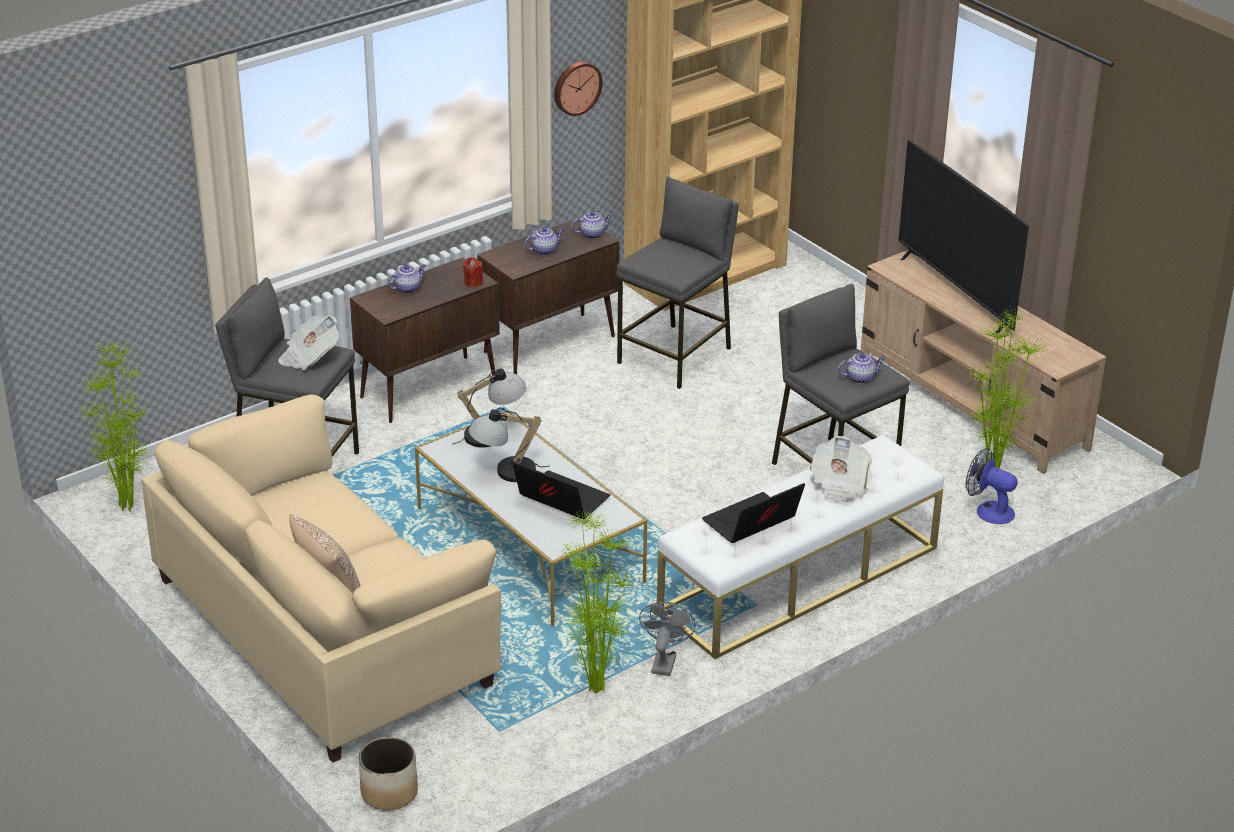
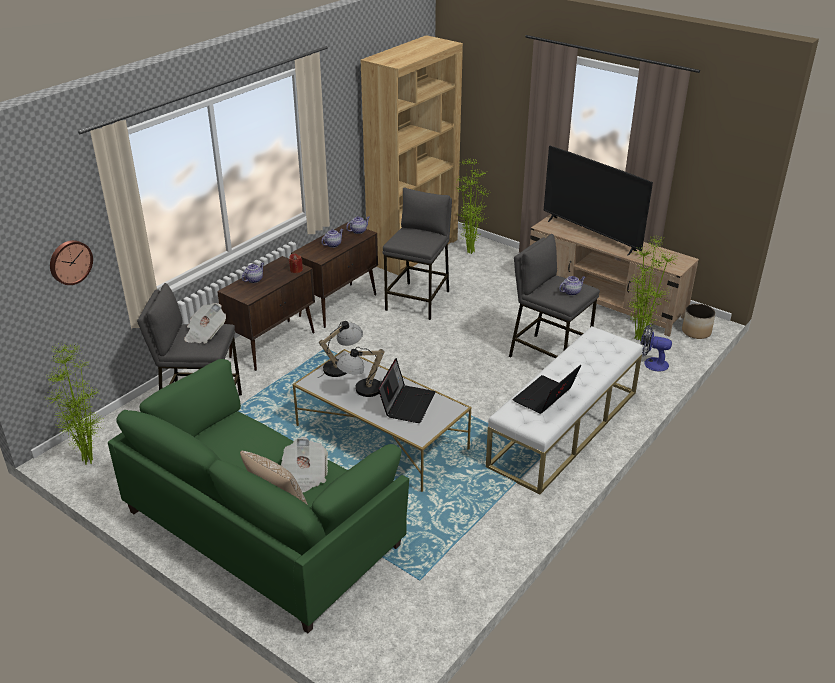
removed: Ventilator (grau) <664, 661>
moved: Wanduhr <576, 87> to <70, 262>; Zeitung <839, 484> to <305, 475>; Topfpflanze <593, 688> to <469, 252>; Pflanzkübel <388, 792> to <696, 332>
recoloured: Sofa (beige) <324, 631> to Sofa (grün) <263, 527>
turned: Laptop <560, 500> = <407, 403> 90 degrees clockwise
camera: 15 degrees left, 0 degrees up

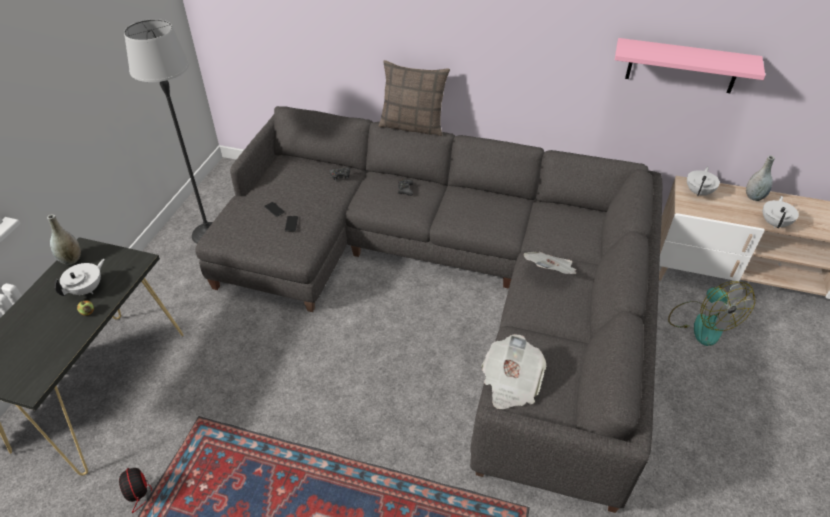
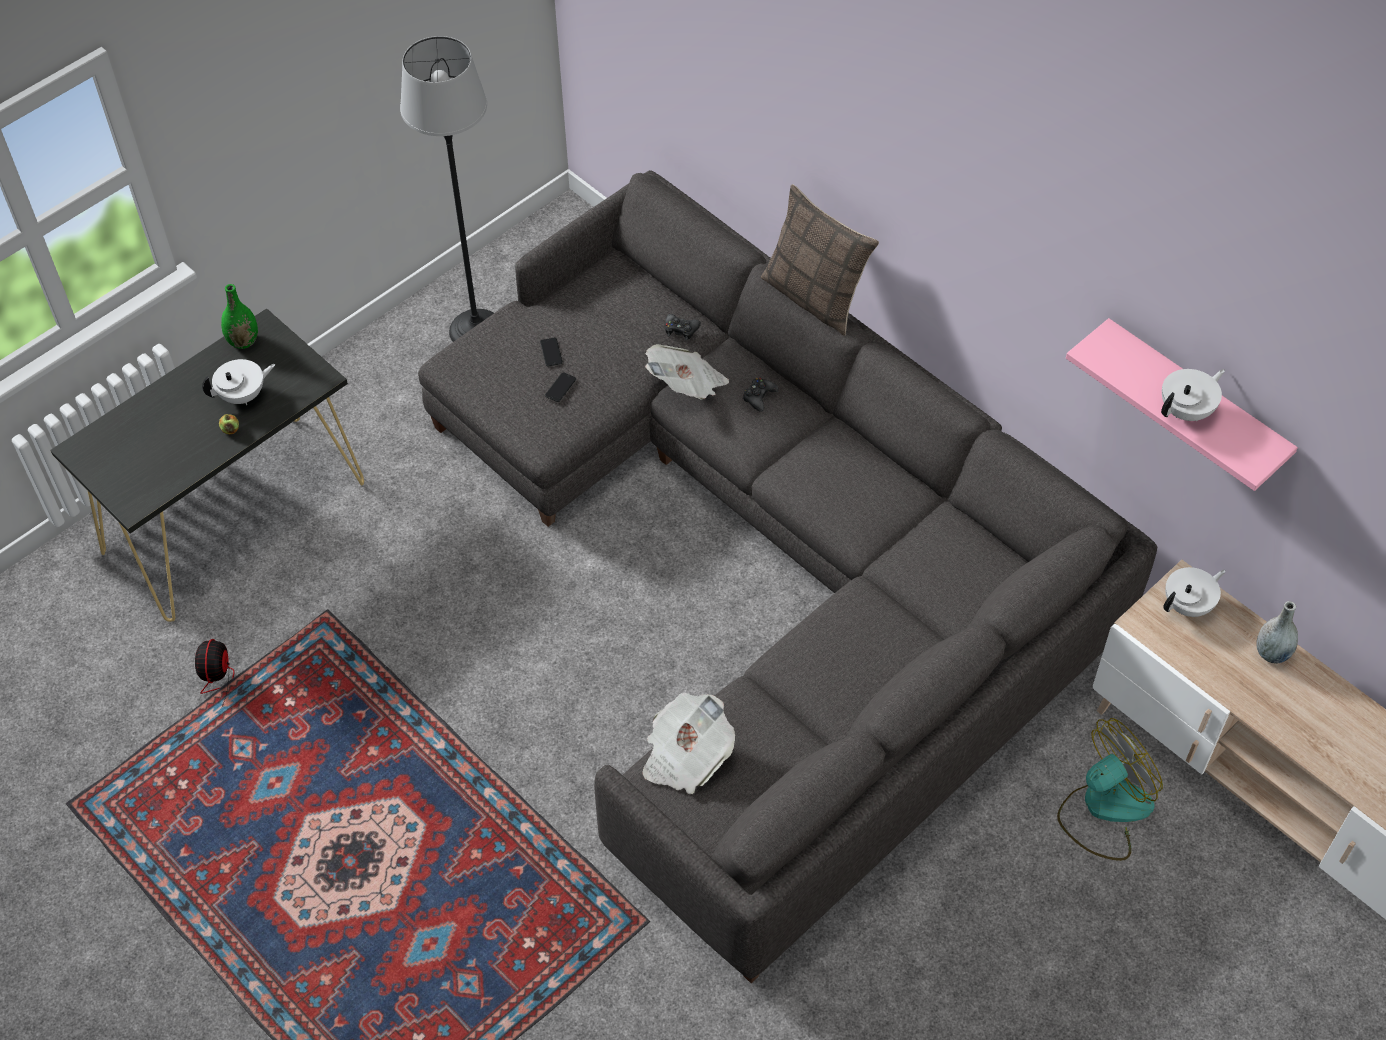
moved: Zeitung <550, 272> to <687, 385>; Teekanne (weiß) <774, 223> to <1187, 410>
recoloured: Vase (grau) <71, 259> to Vase (grün) <243, 341>
turned: Ventilator <702, 323> = <1104, 809> 135 degrees counterclockwise
camera: 30 degrees right, 10 degrees up

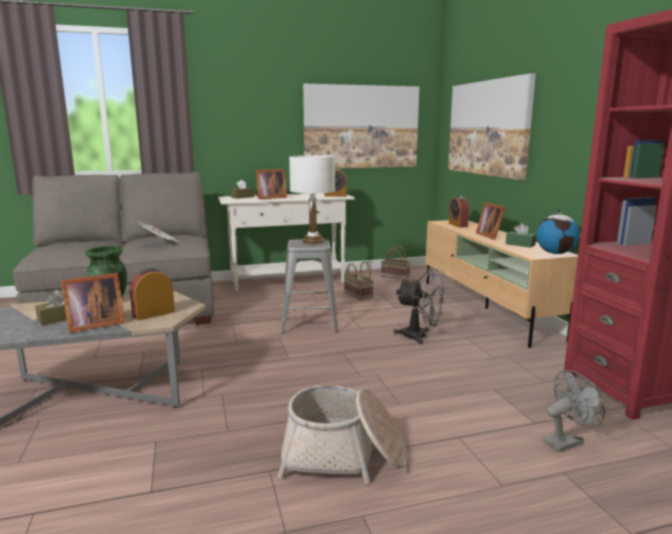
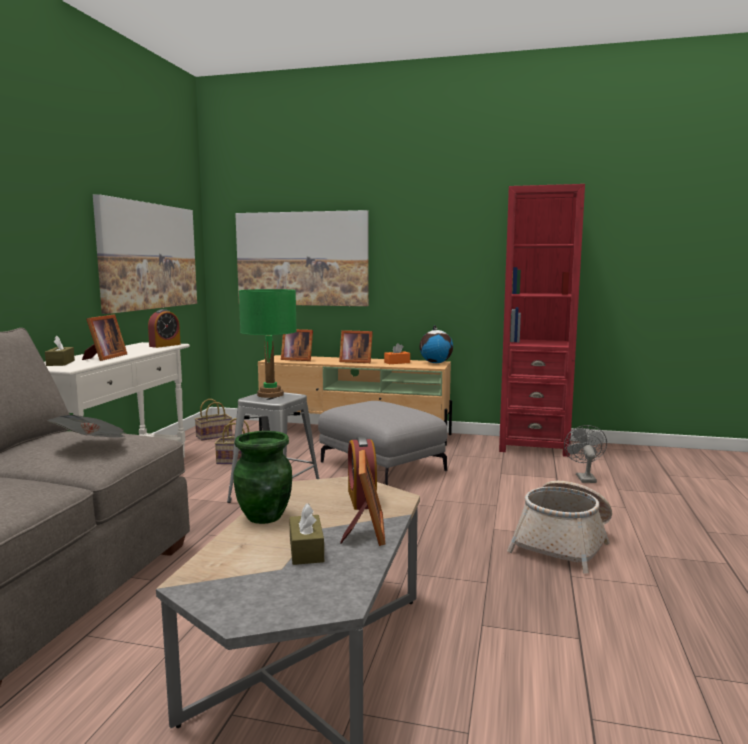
replaced: Wecker <458, 225> to Bilderrahmen <296, 359>; Ventilator (grau) <420, 336> to Polsterhocker (grau) <380, 467>
recoloured: Tischlampe (weiß) <313, 241> to Tischlampe (grün) <270, 395>; Taschentuchbox (grün) <520, 244> to Taschentuchbox (orange) <397, 362>
camera: 60 degrees left, 5 degrees down

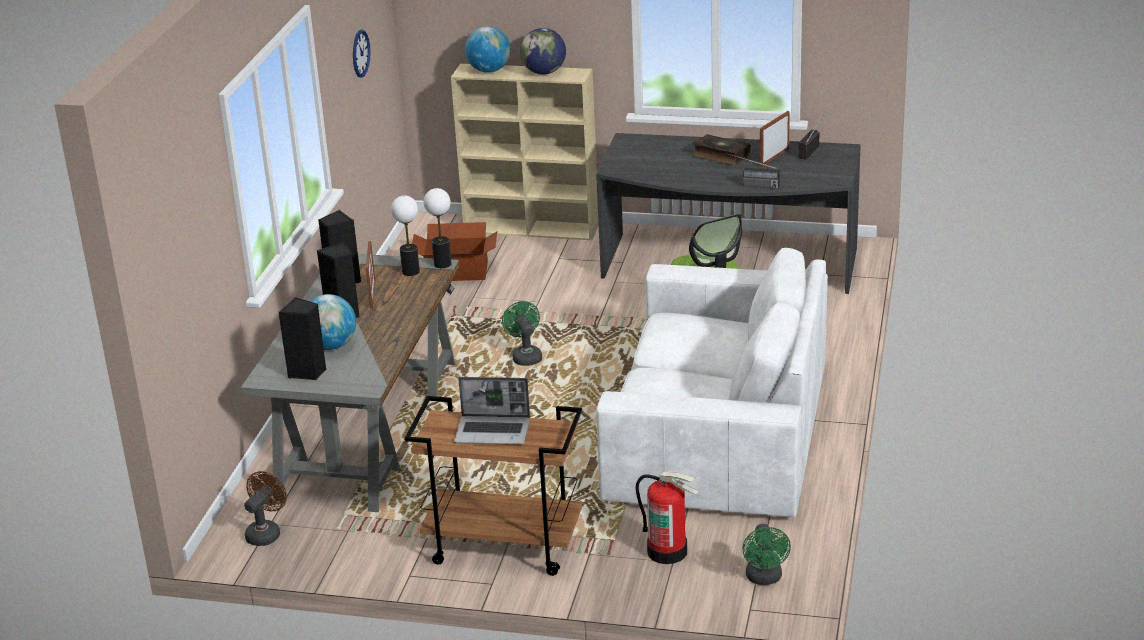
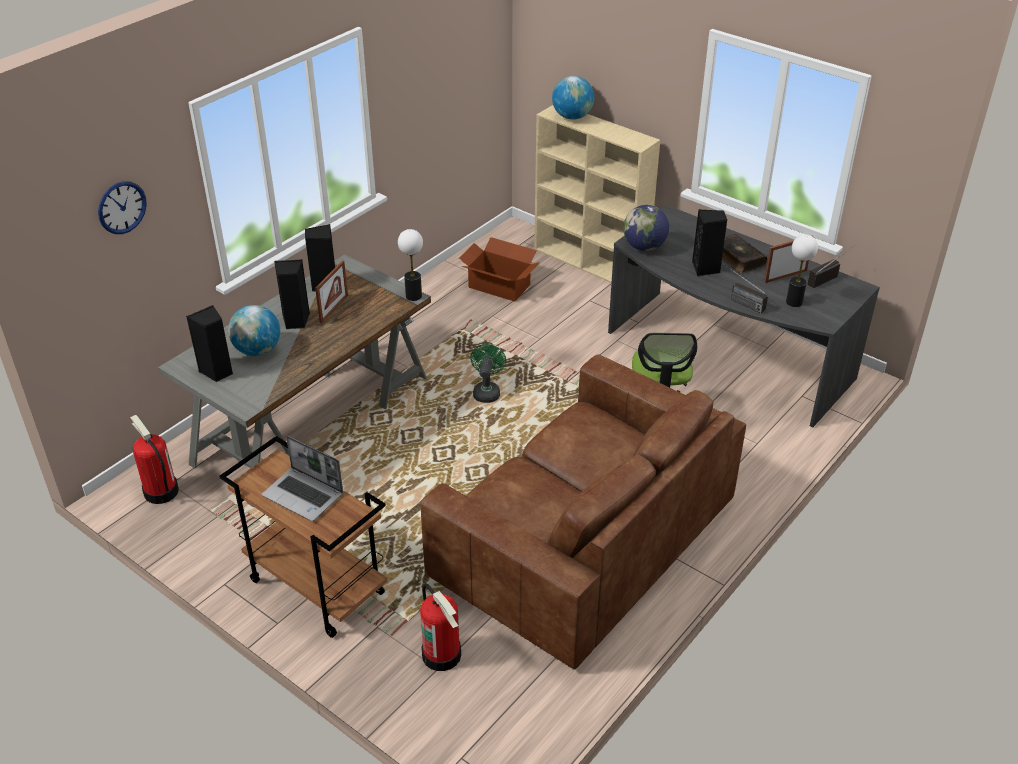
removed: Ventilator (grün) <765, 579>
added: Lautsprecher (schwarz) <706, 269>
moved: Wanduhr <360, 53> to <122, 207>; Globus <544, 72> to <644, 247>; Tischlampe <411, 272> to <794, 302>
replaced: Ventilator (braun) <266, 533> to Feuerlöscher <160, 491>
recoloured: Sofa (weiß) <720, 433> to Sofa (braun) <584, 539>
camera: 25 degrees right, 10 degrees up

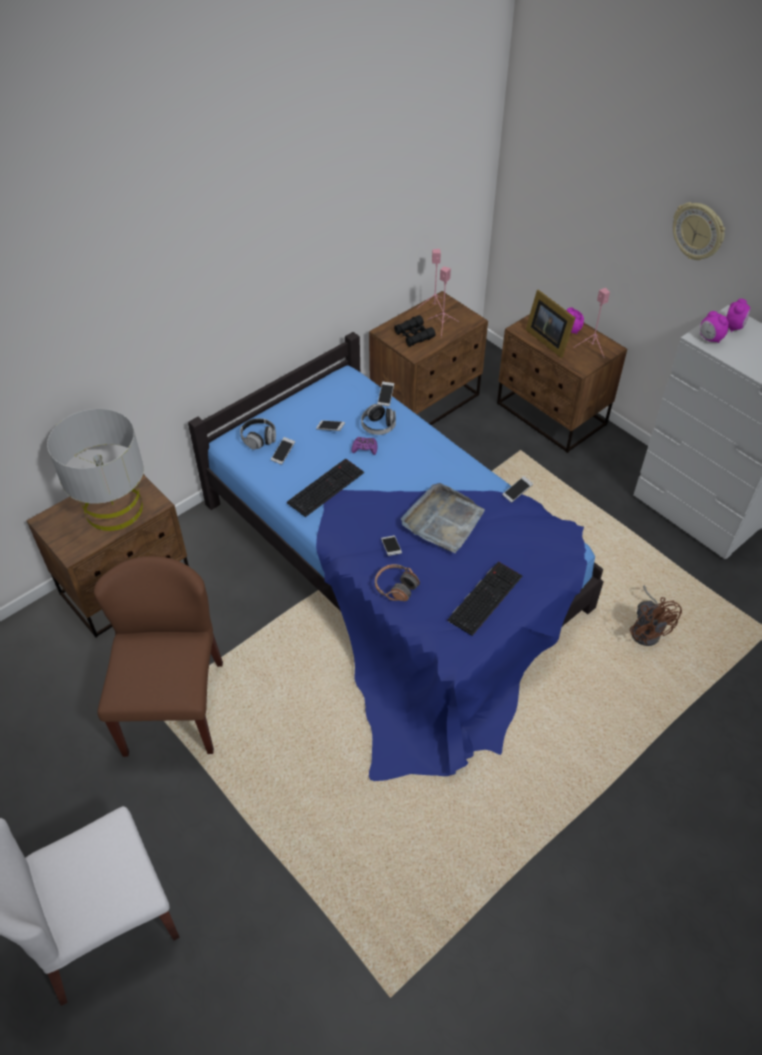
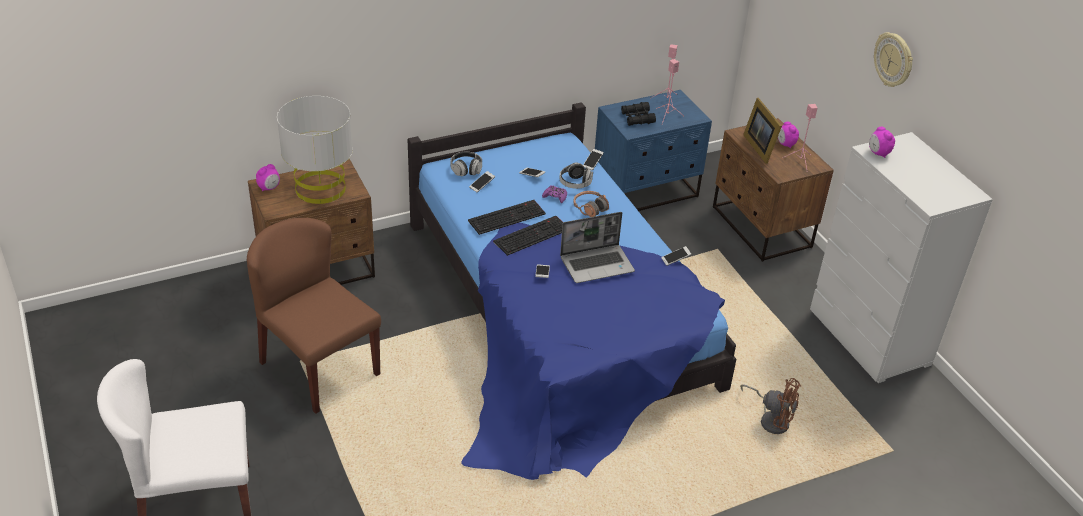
moved: Wecker <733, 327> to <269, 188>; Tastatur <484, 597> to <532, 235>; Kopfhörer <396, 587> to <590, 208>
replaced: Tablett (grau) <442, 520> to Laptop <597, 264>
recoloured: Nachttisch (braun) <426, 402> to Nachttisch (blau) <646, 191>
turned: Stuhl (braun) <174, 707> = <319, 368> 60 degrees counterclockwise; Ventilator (braun) <647, 629> = <771, 419> 60 degrees counterclockwise
camera: 15 degrees right, 10 degrees down

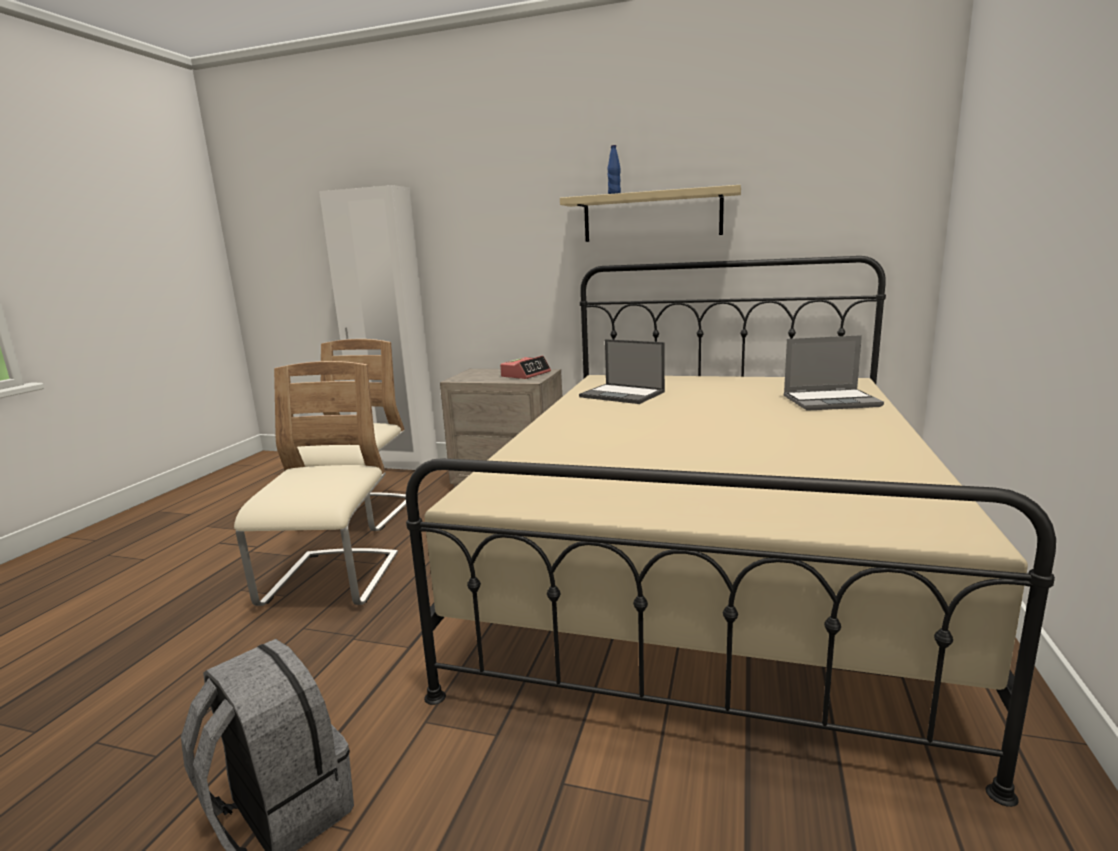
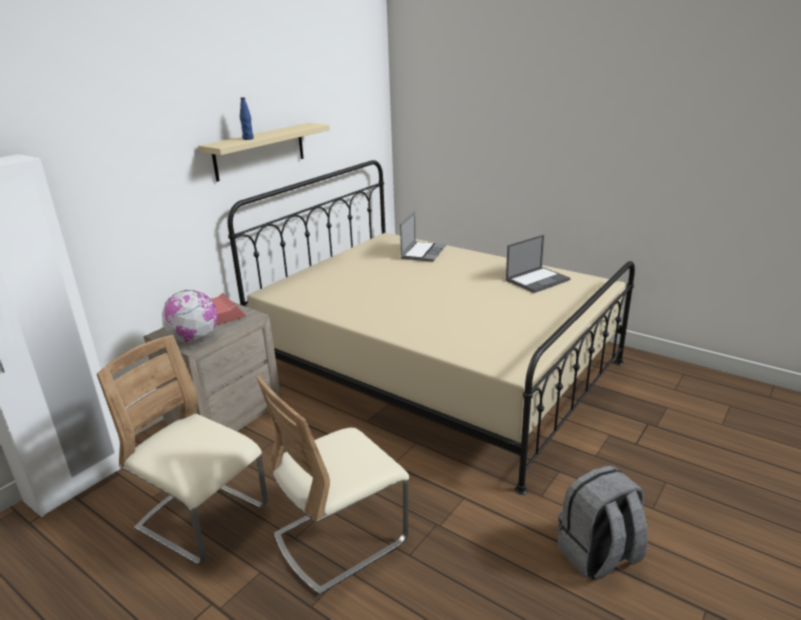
added: Globus <195, 339>
moved: Laptop <623, 394> to <538, 280>
turned: Stuhl (beige) <332, 581> = <340, 538> 60 degrees counterclockwise
camera: 70 degrees left, 10 degrees up

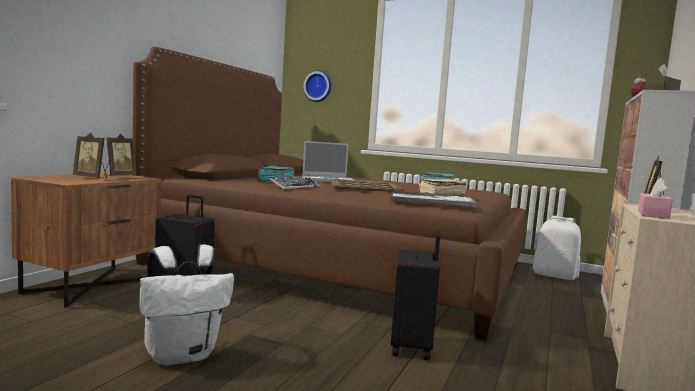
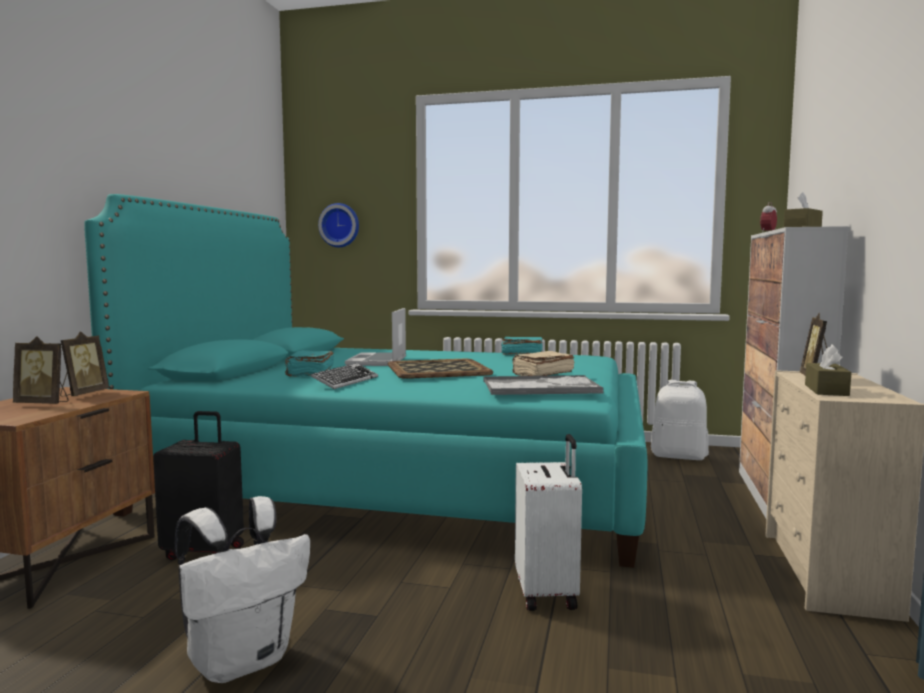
recoloured: Bett (braun) <339, 266> to Bett (türkis) <406, 478>; Koffer (schwarz) <412, 347> to Koffer (weiß) <548, 592>; Taschentuchbox (rosa) <653, 214> to Taschentuchbox (braun) <826, 390>
turned: Laptop <328, 180> = <378, 361> 120 degrees clockwise
camera: 10 degrees left, 0 degrees up

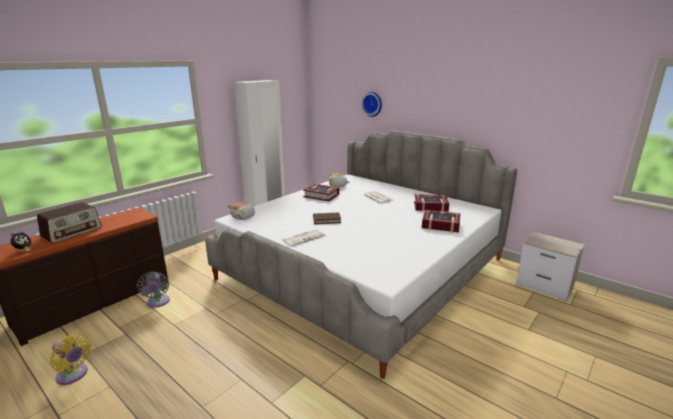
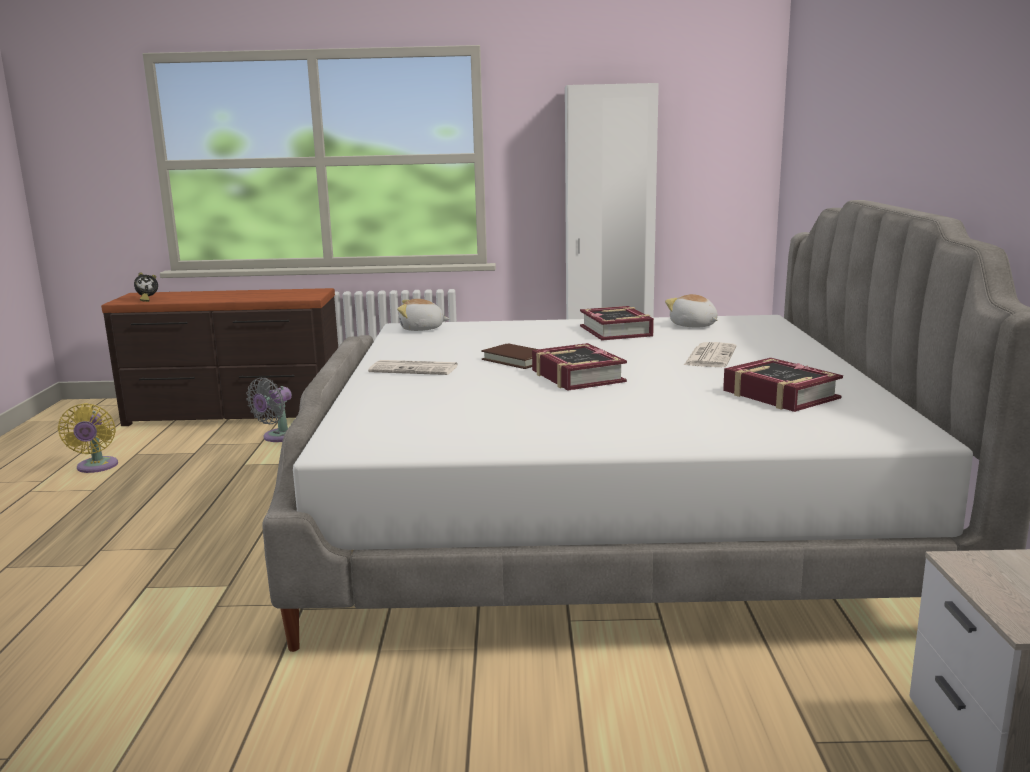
removed: Radio <72, 232>; Wanduhr <373, 104>
moved: Buch <440, 225> to <577, 376>
camera: 50 degrees right, 5 degrees down

